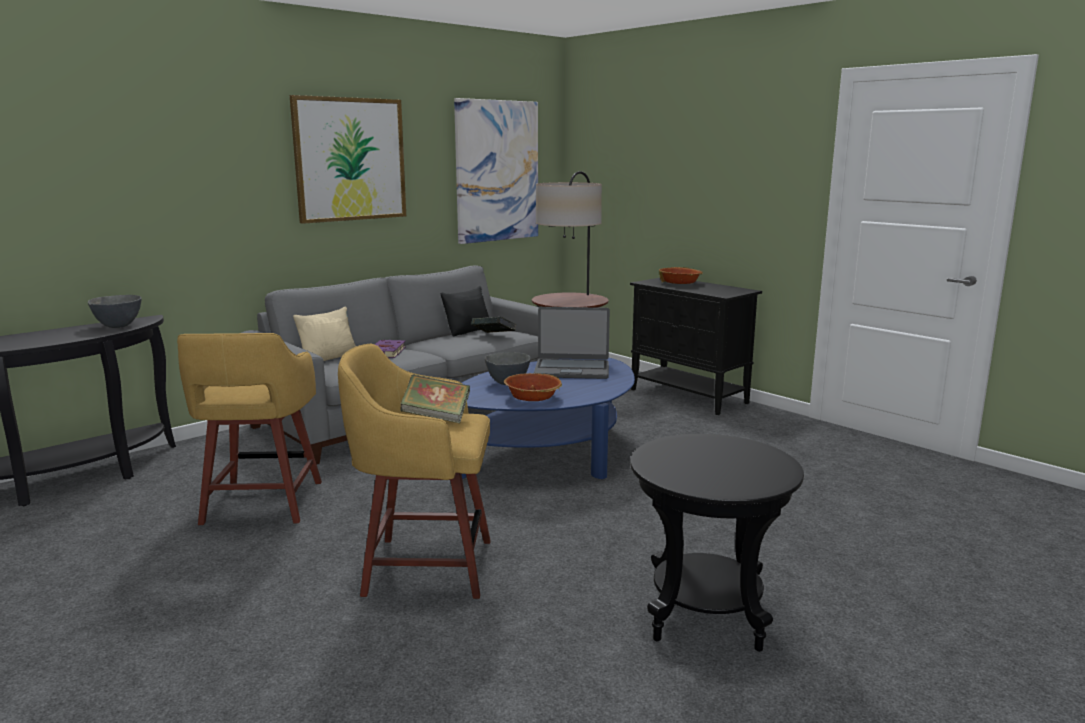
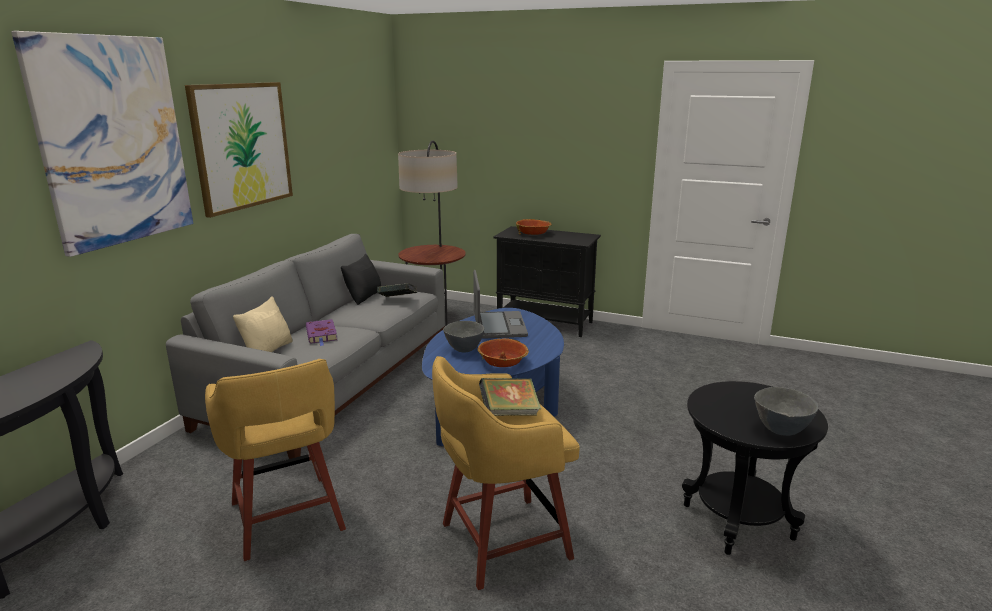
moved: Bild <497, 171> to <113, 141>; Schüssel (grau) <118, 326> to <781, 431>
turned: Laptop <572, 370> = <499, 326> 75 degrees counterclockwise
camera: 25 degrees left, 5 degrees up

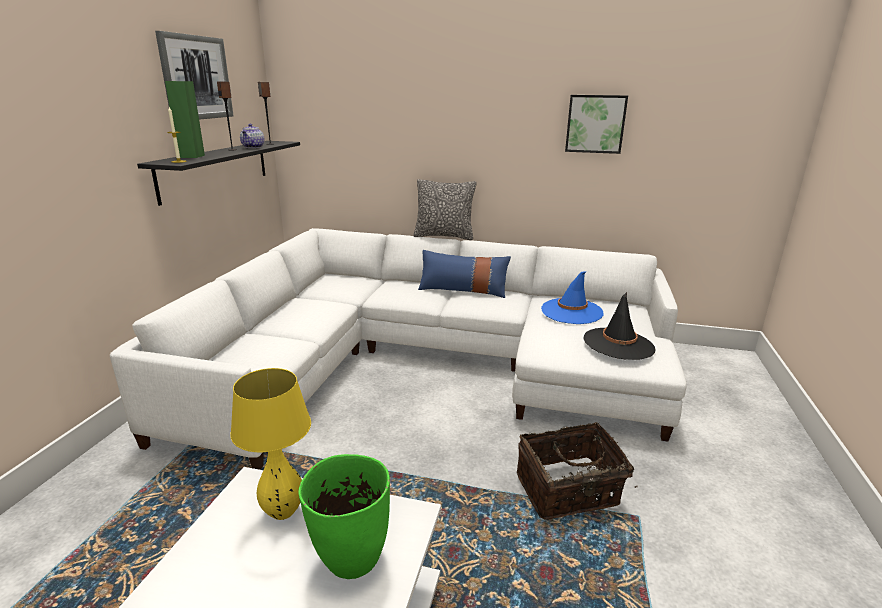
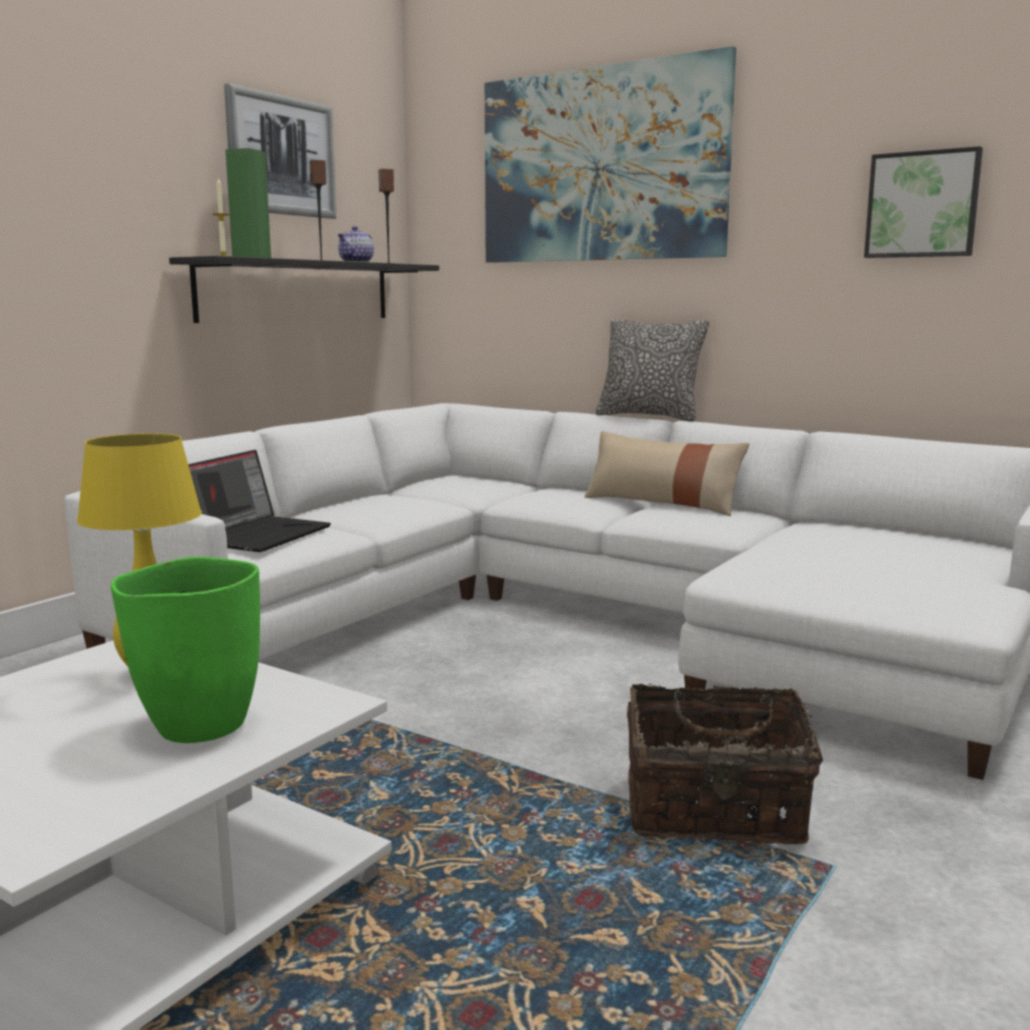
removed: Hut (blau) <571, 311>; Hut (schwarz) <618, 344>
added: Laptop <259, 535>; Bild <601, 165>
recoloured: Kissen (blau) <463, 290> to Kissen (beige) <662, 503>
camera: 20 degrees right, 10 degrees down

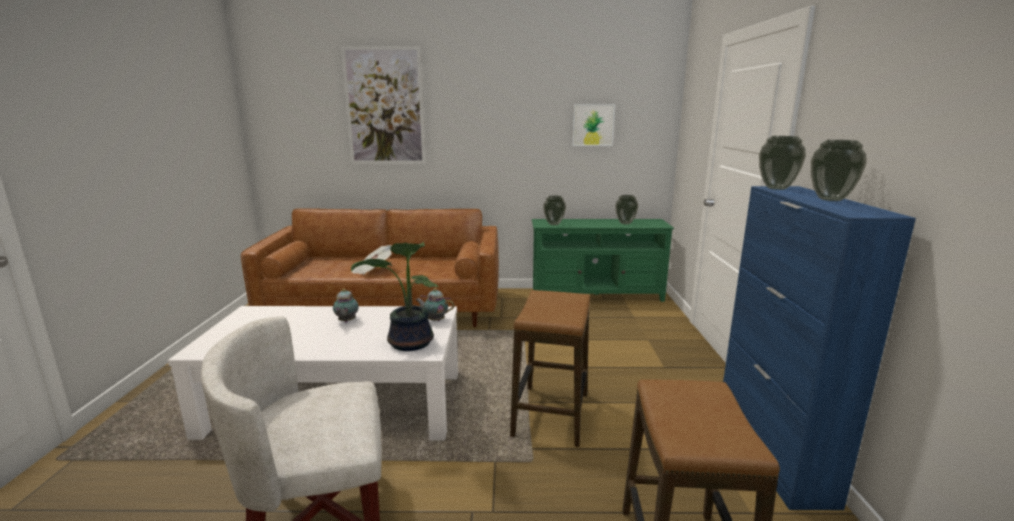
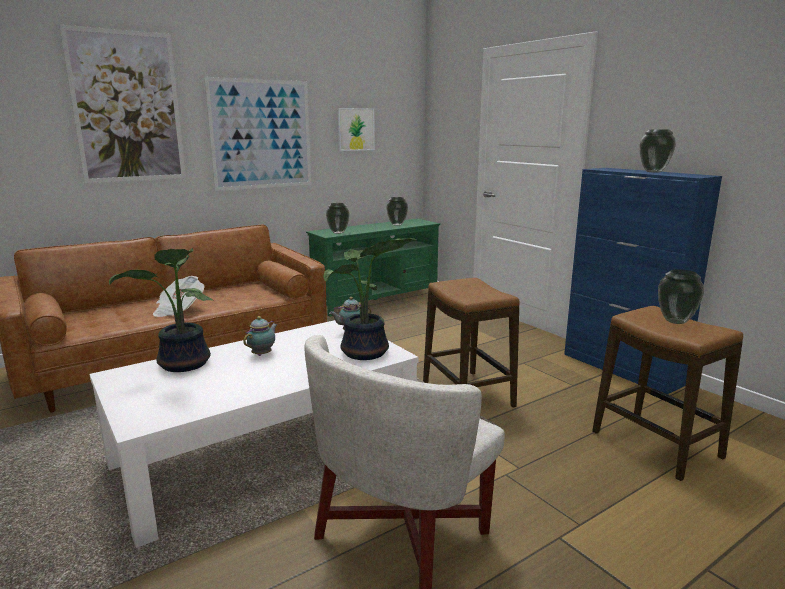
added: Topfpflanze <182, 365>; Bild <261, 134>
moved: Vase <776, 188> to <675, 321>
turned: Teekanne <346, 321> = <263, 354> 120 degrees counterclockwise
camera: 35 degrees left, 0 degrees up

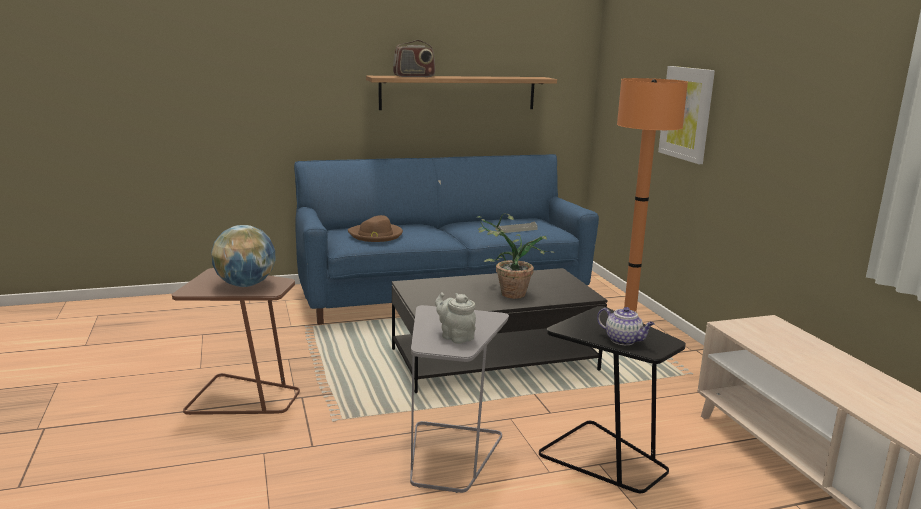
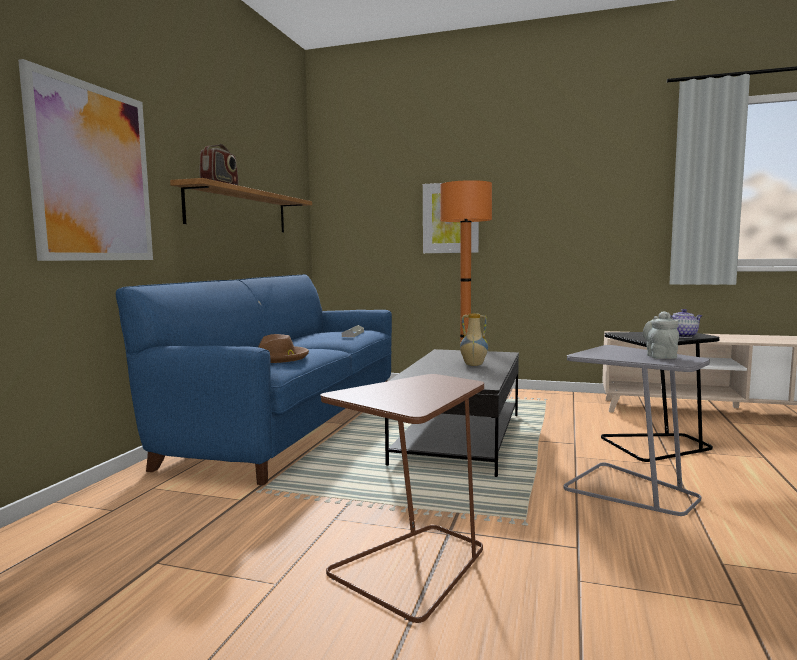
removed: Globus <245, 285>
added: Bild <92, 173>
replaced: Topfpflanze <506, 293> to Vase <473, 365>
turned: Teekanne (grau) <455, 337> = <660, 356> 105 degrees clockwise
camera: 55 degrees left, 10 degrees down

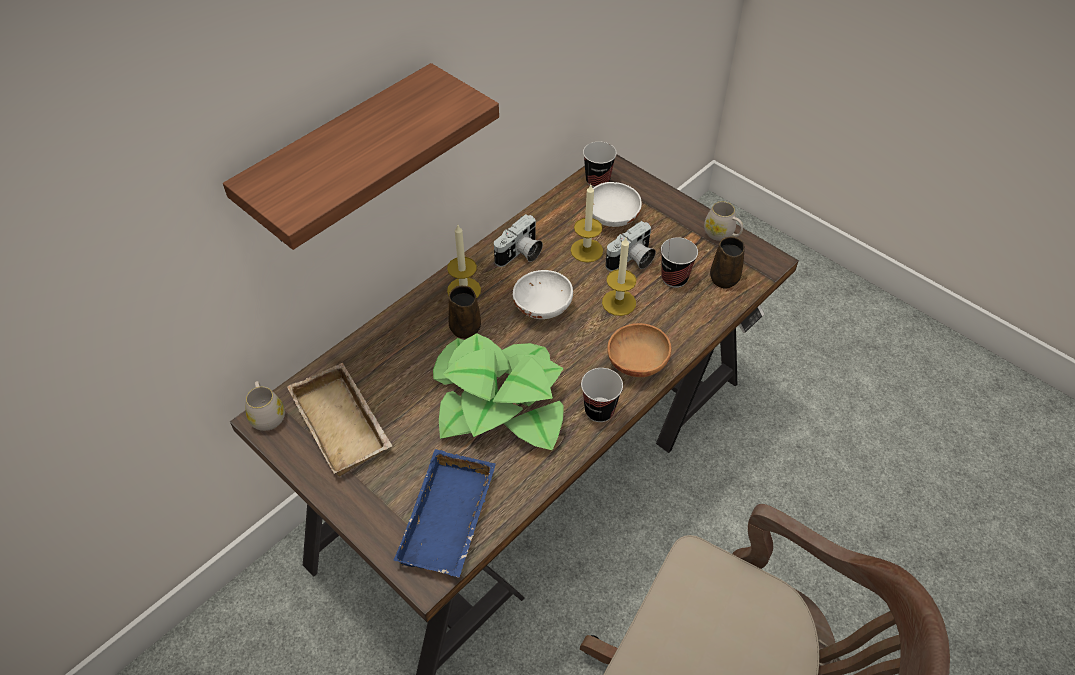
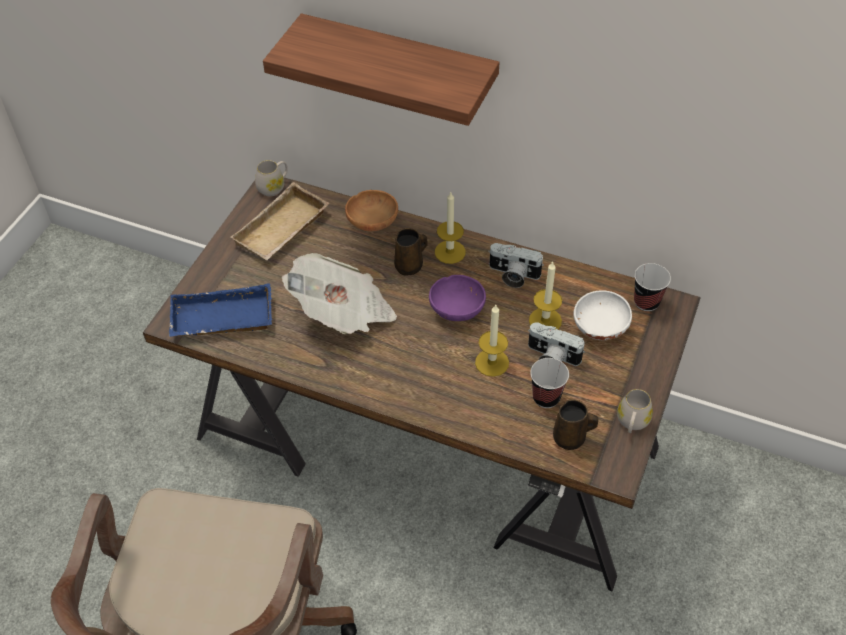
removed: Tasse <599, 410>
moved: Schüssel (braun) <636, 363> to <373, 222>
replaced: Topfpflanze <499, 400> to Zeitung <343, 313>
recoloured: Schüssel (weiß) <542, 307> to Schüssel (lila) <457, 309>
camera: 70 degrees right, 0 degrees up

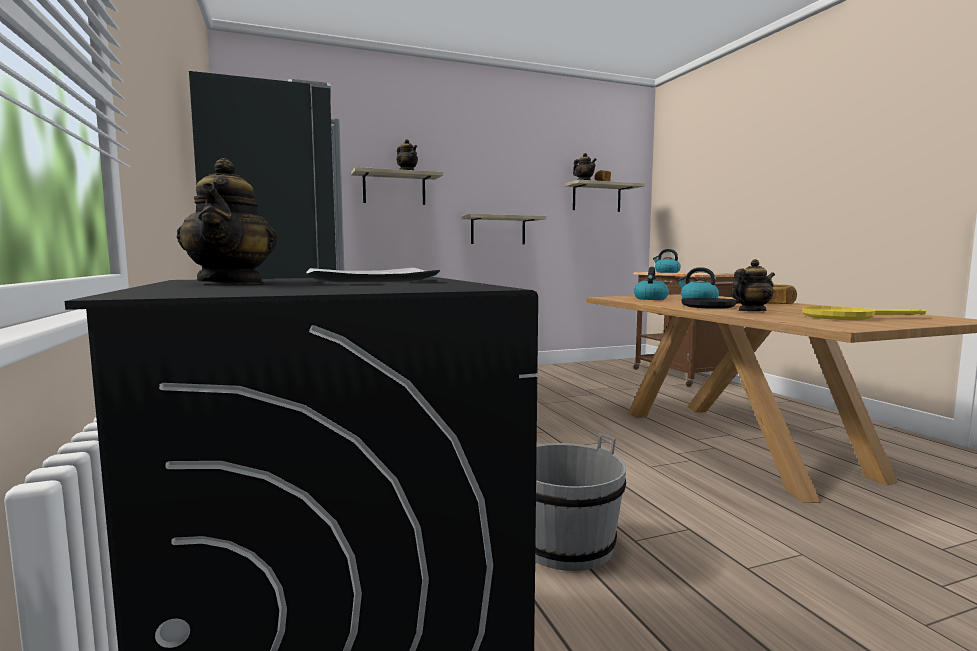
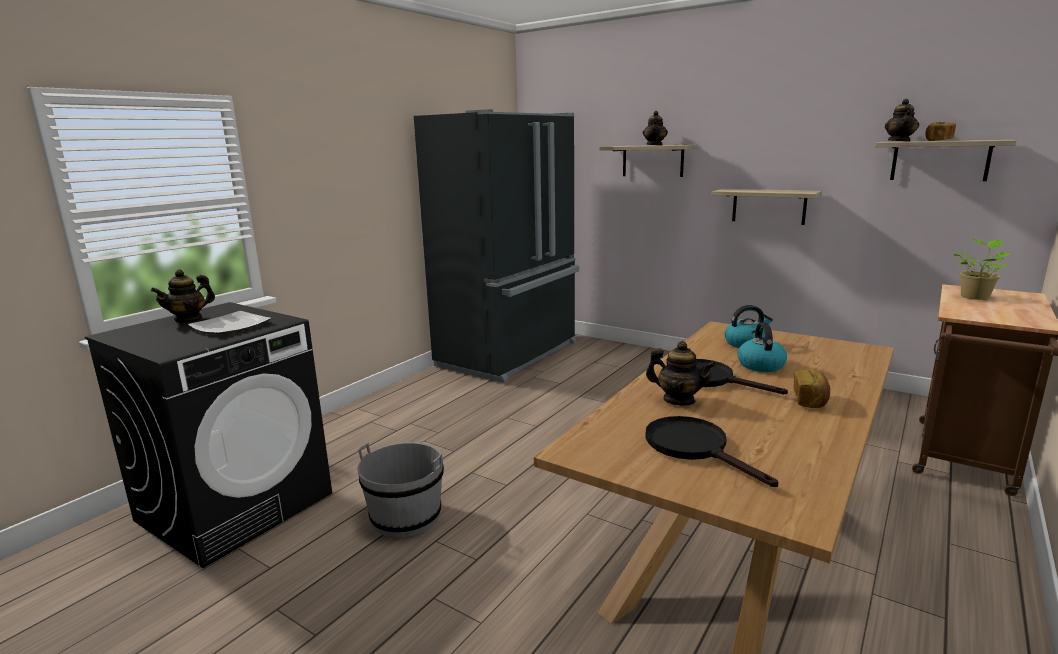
replaced: Wasserkessel <666, 272> to Topfpflanze <975, 296>
recoloured: Pfanne (gelb) <847, 317> to Pfanne (schwarz) <694, 448>
camera: 55 degrees right, 10 degrees up

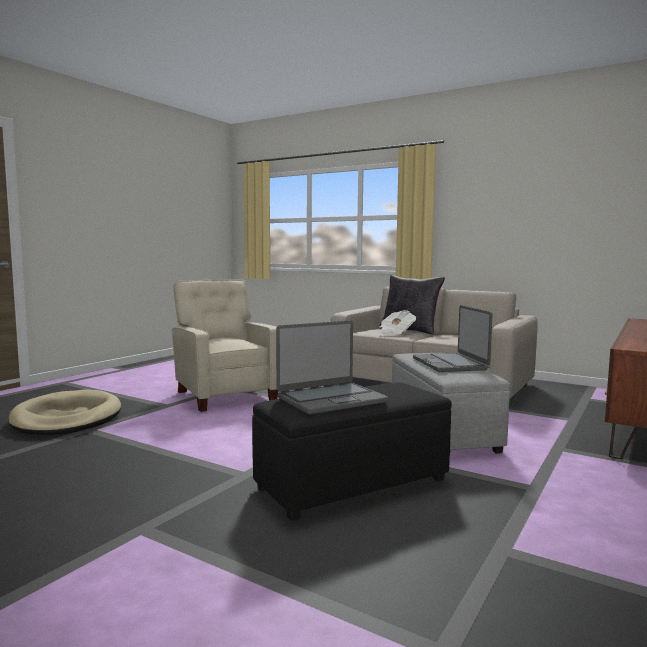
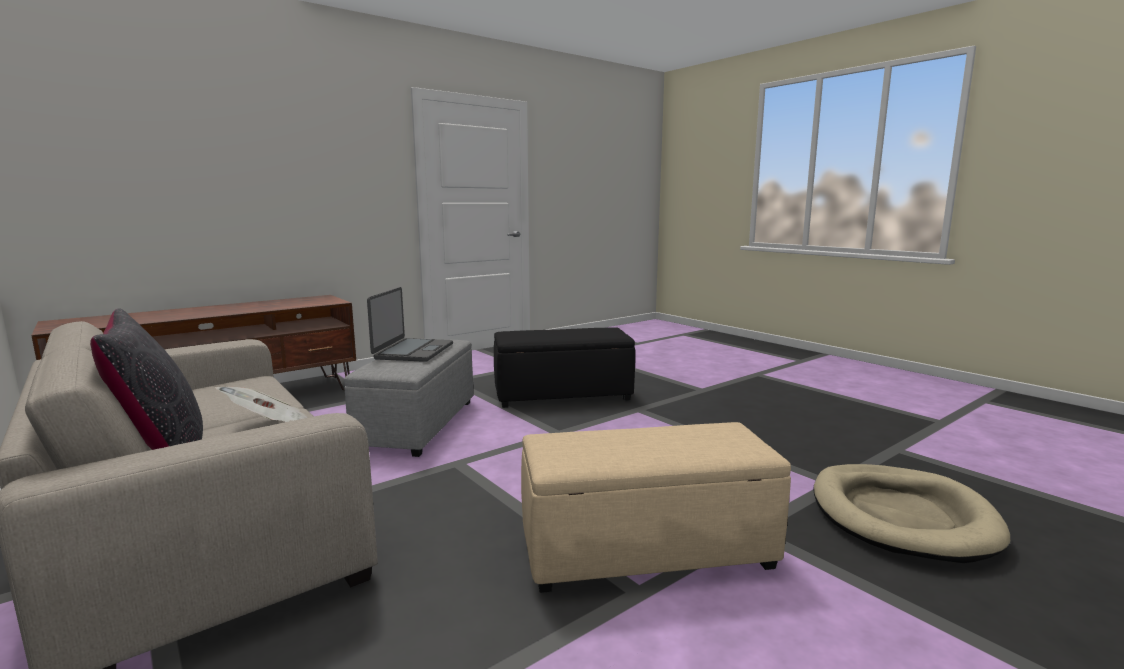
removed: Laptop <331, 399>
replaced: Sessel (beige) <225, 395> to Polsterhocker (beige) <644, 551>
camera: 160 degrees left, 5 degrees up

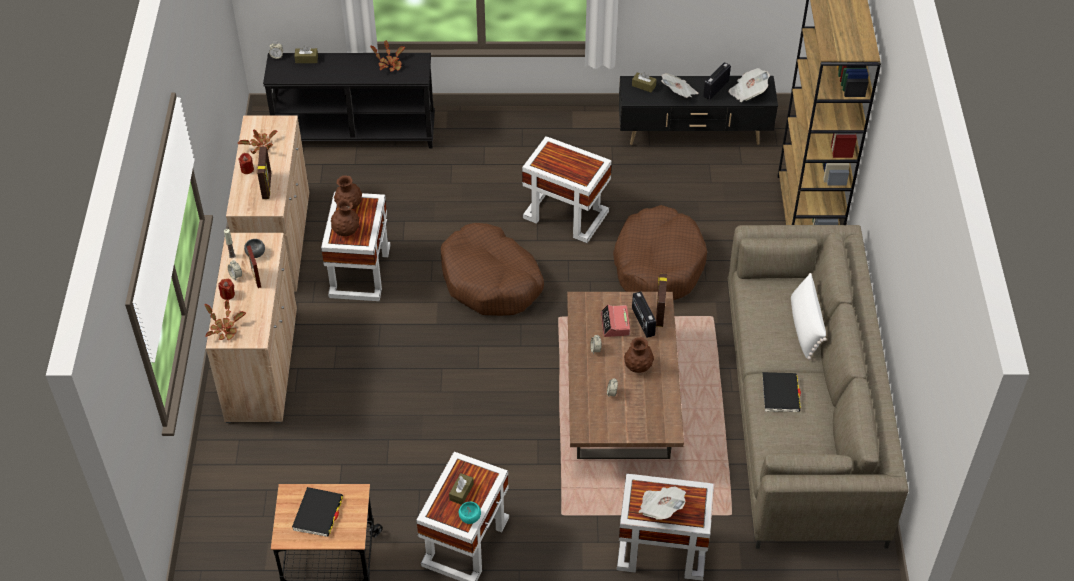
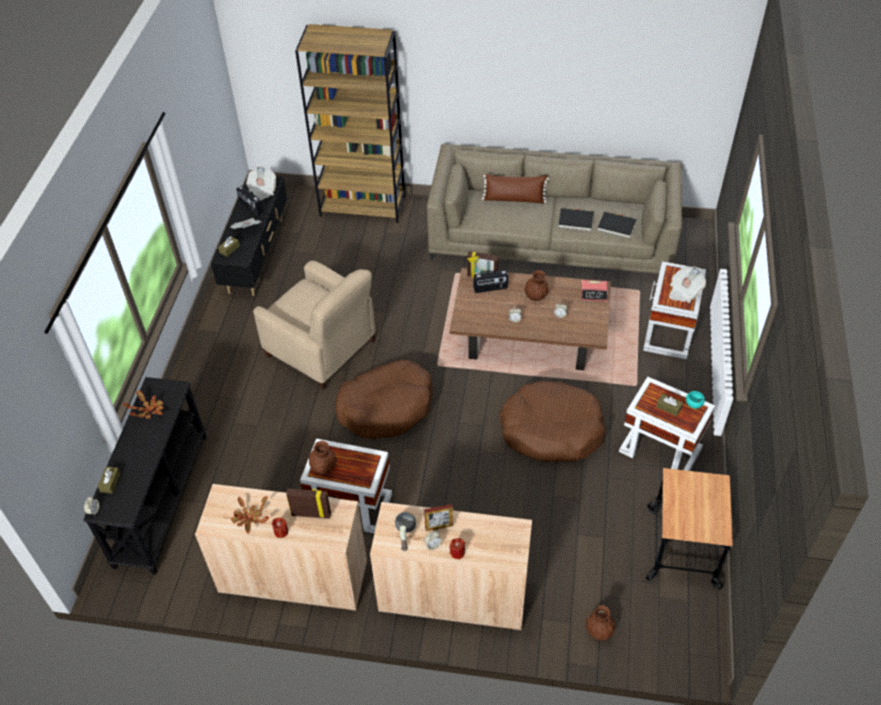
removed: Topfpflanze <224, 328>
moved: Hundebett (braun) <658, 265> to <551, 430>; Wecker <615, 324> to <594, 293>; Vase (braun) <346, 231> to <599, 631>; Buch (schwarz) <318, 514> to <616, 226>
replaced: Beistelltisch (weiß) <565, 214> to Sessel (beige) <322, 348>
recoloured: Kissen (weiß) <805, 326> to Kissen (braun) <514, 199>
camera: 80 degrees left, 0 degrees up

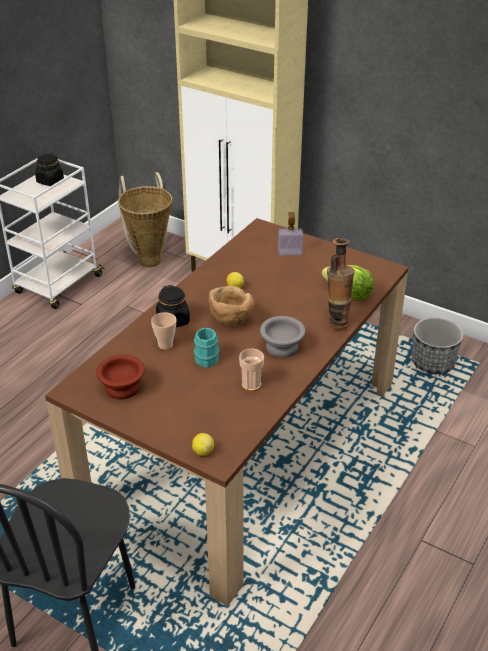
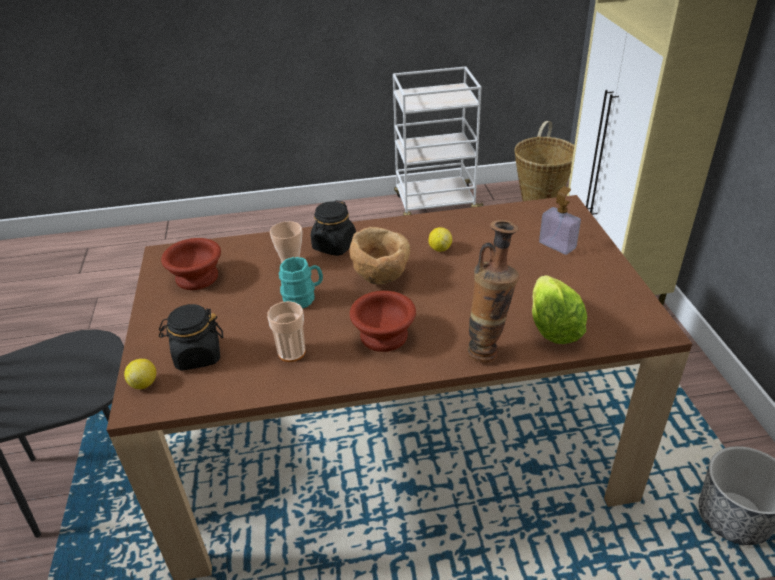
moved: Vorratsglas (schwarz) <50, 181> to <197, 355>
recoloured: Schüssel (grau) <281, 346> to Schüssel (braun) <384, 334>
camera: 50 degrees right, 0 degrees up

